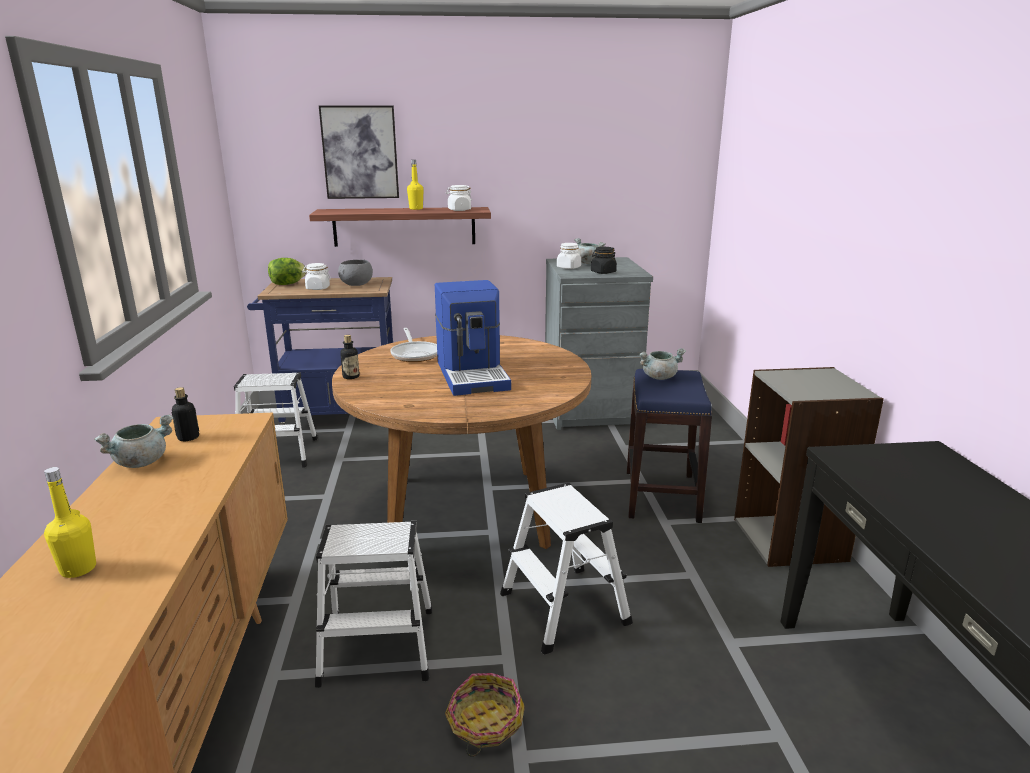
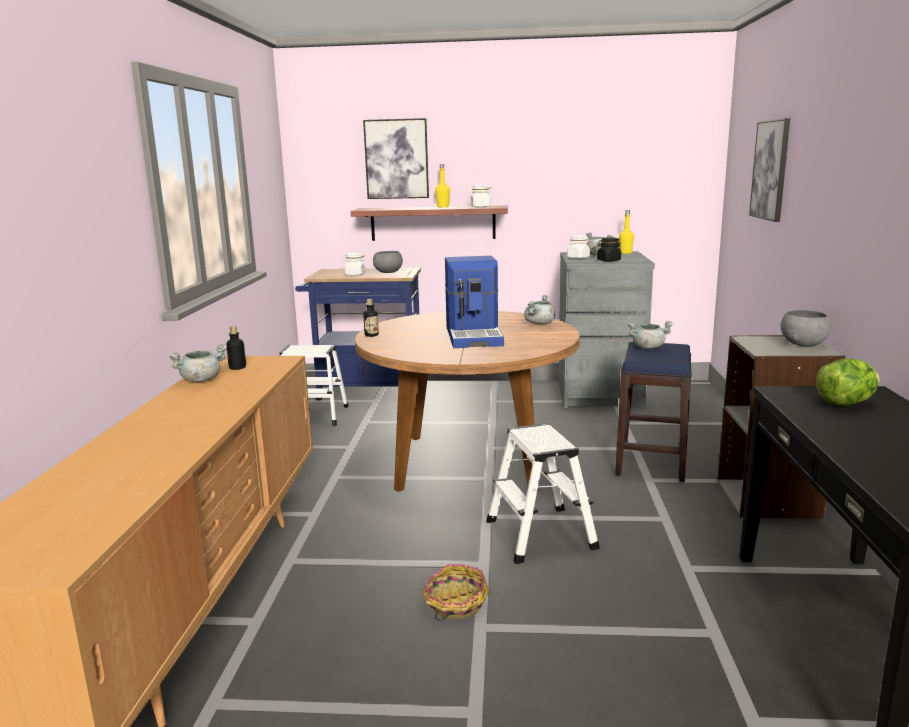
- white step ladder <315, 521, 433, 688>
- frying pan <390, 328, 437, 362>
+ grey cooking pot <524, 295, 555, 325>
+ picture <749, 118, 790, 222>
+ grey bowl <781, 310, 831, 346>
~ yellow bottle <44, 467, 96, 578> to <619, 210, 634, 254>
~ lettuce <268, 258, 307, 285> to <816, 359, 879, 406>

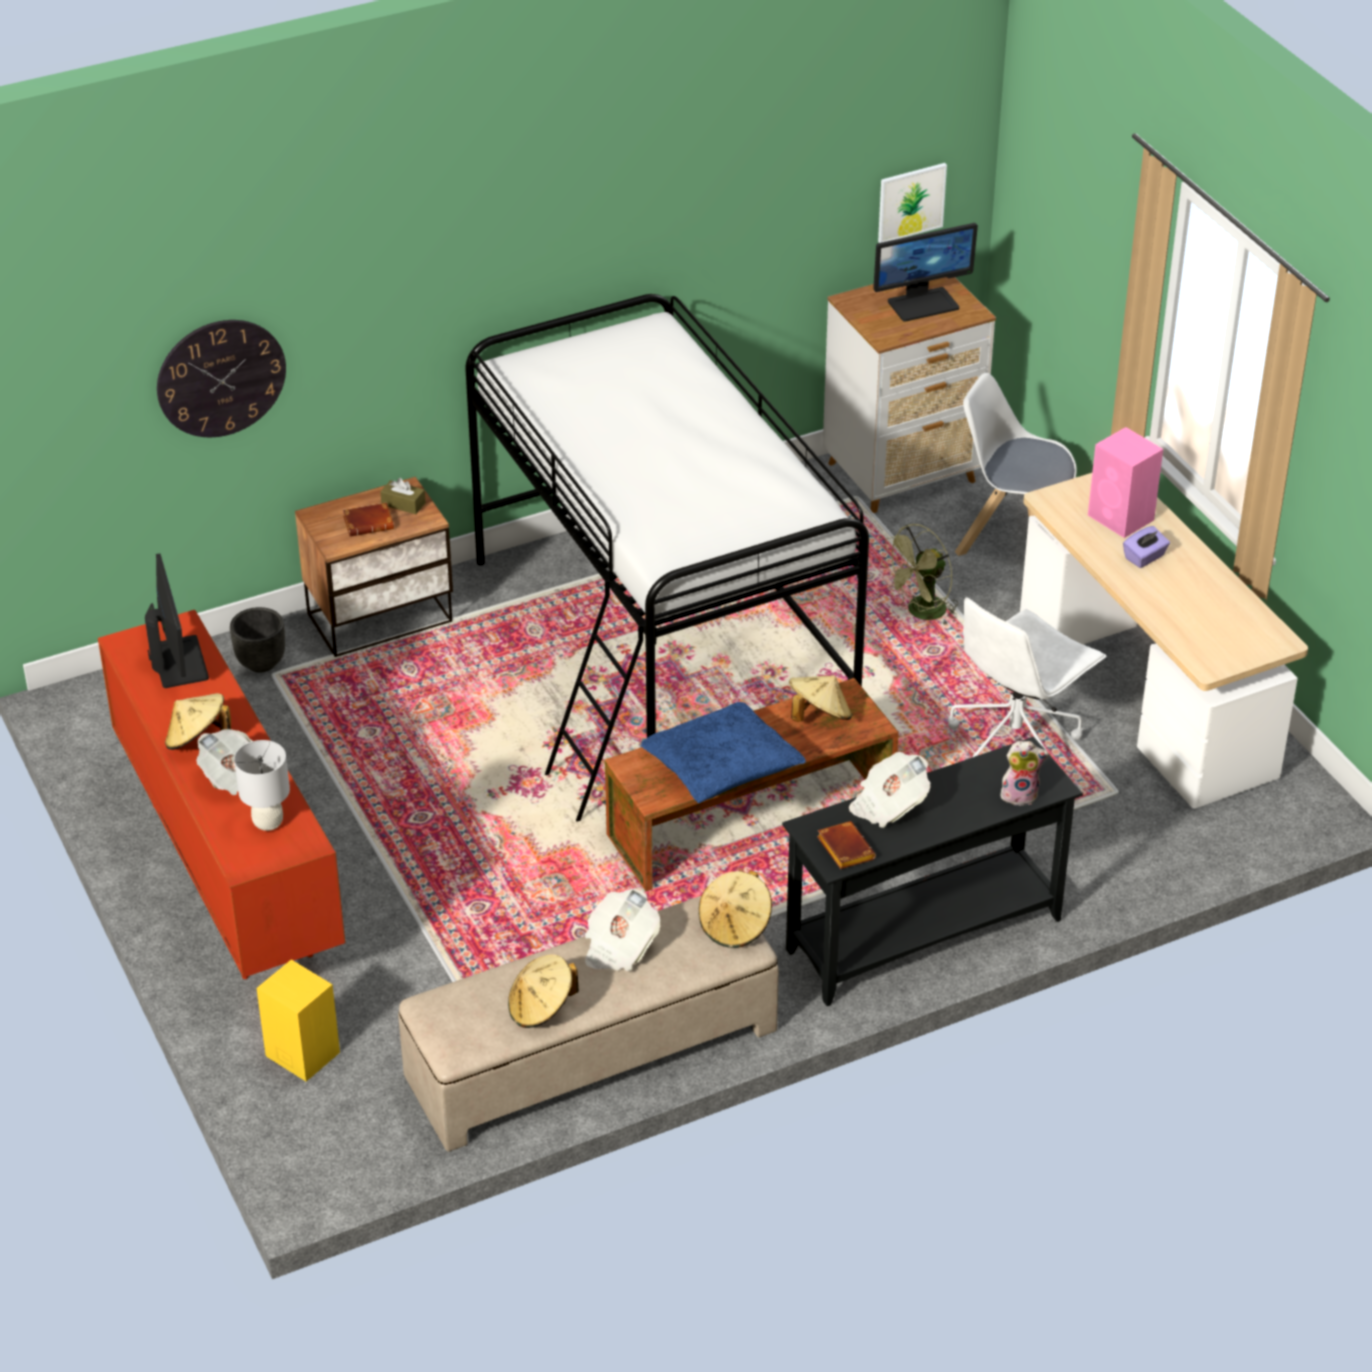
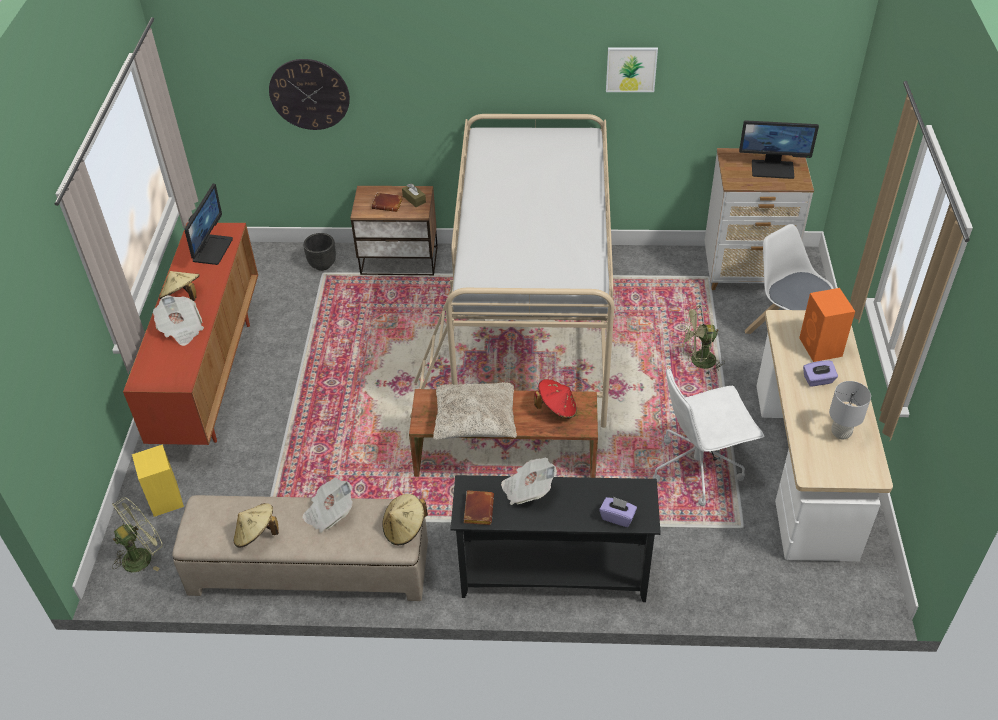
+ green fan <112, 497, 163, 572>
~ grey table lamp <234, 740, 290, 831> to <829, 381, 871, 439>
~ picture <878, 163, 947, 243> to <606, 47, 658, 92>
~ plush toy <1000, 741, 1049, 806> to purple tissue box <599, 497, 637, 527>
~ black bed <465, 294, 869, 821> to beige bed <410, 114, 615, 428>
~ blue pillow <641, 702, 806, 803> to beige pillow <433, 382, 517, 440>
~ beige hat <789, 676, 852, 722> to red hat <534, 379, 577, 419>
~ pink speaker <1088, 427, 1163, 538> to orange speaker <799, 288, 855, 362>

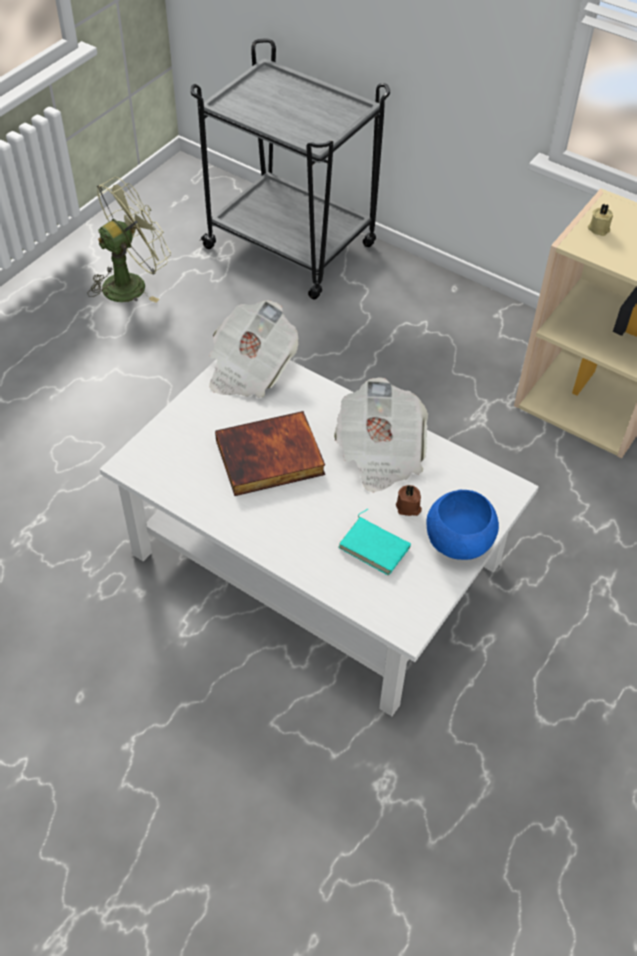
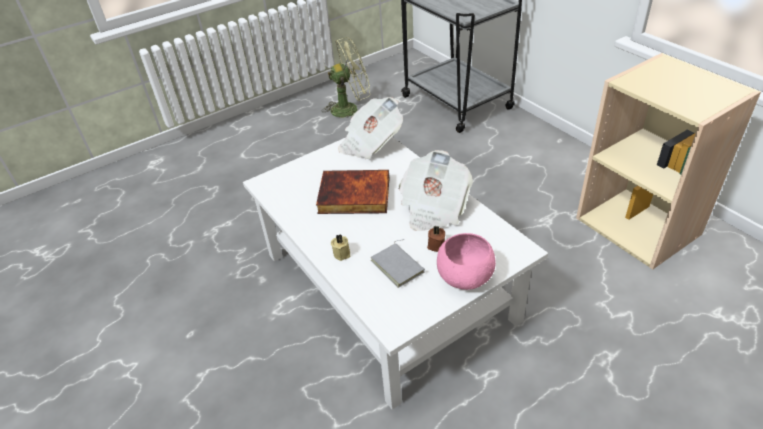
~ beige candle <588, 204, 613, 236> to <331, 234, 350, 261>
~ turquoise book <338, 509, 411, 575> to grey book <371, 239, 425, 288>
~ blue bowl <426, 489, 499, 560> to pink bowl <437, 233, 496, 290>

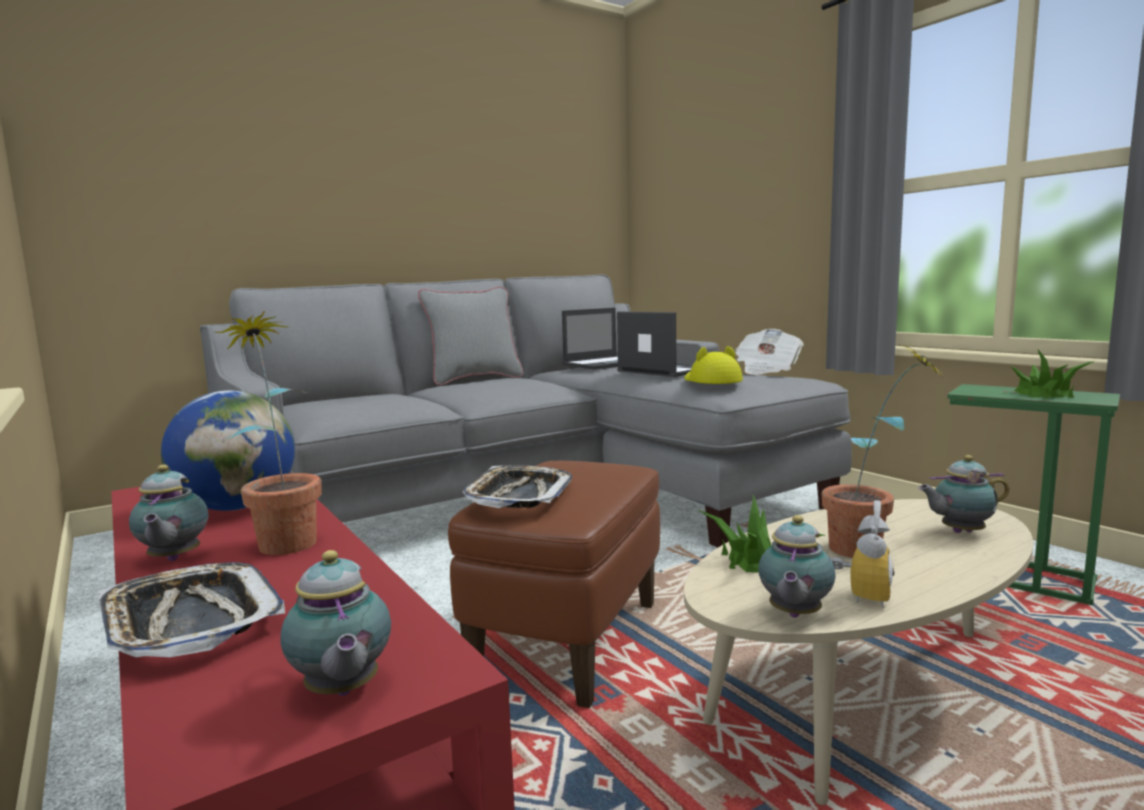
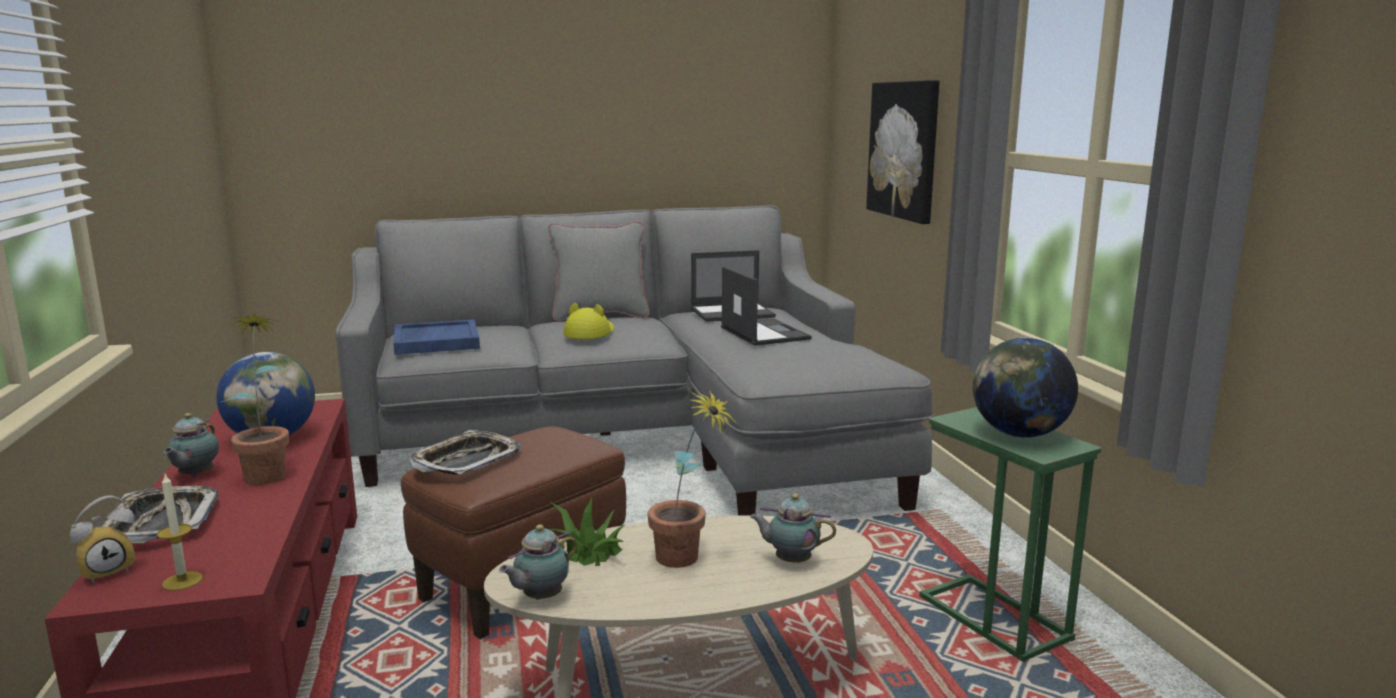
- newspaper <735, 329, 804, 375>
+ blue tray <393, 319, 480, 355>
+ picture <866, 80, 940, 224>
~ yellow hat <684, 346, 743, 384> to <563, 303, 614, 339>
~ alarm clock <830, 500, 894, 608> to <70, 496, 136, 584>
~ teapot <280, 550, 391, 696> to candle <157, 474, 203, 591>
~ potted plant <1010, 350, 1095, 399> to globe <973, 337, 1078, 438>

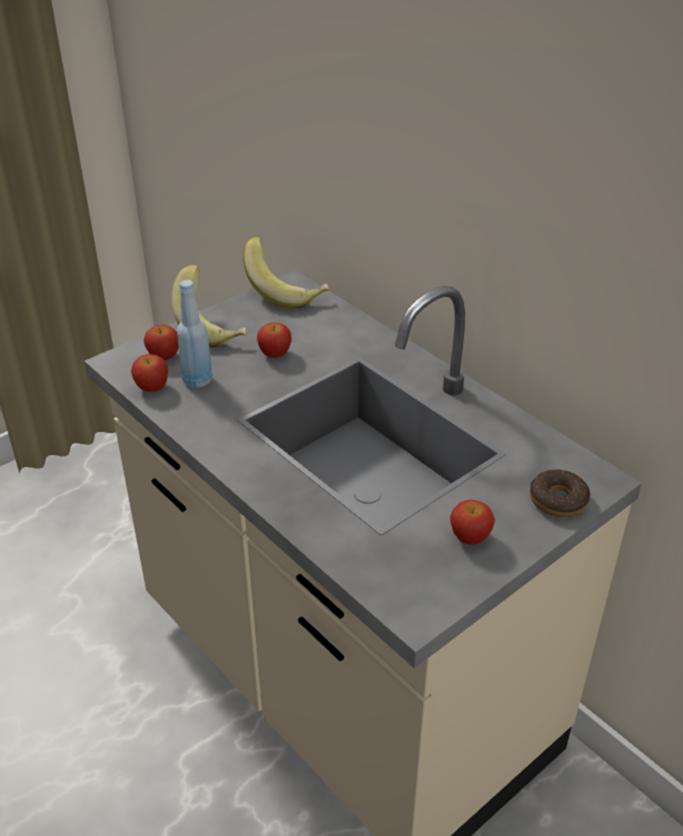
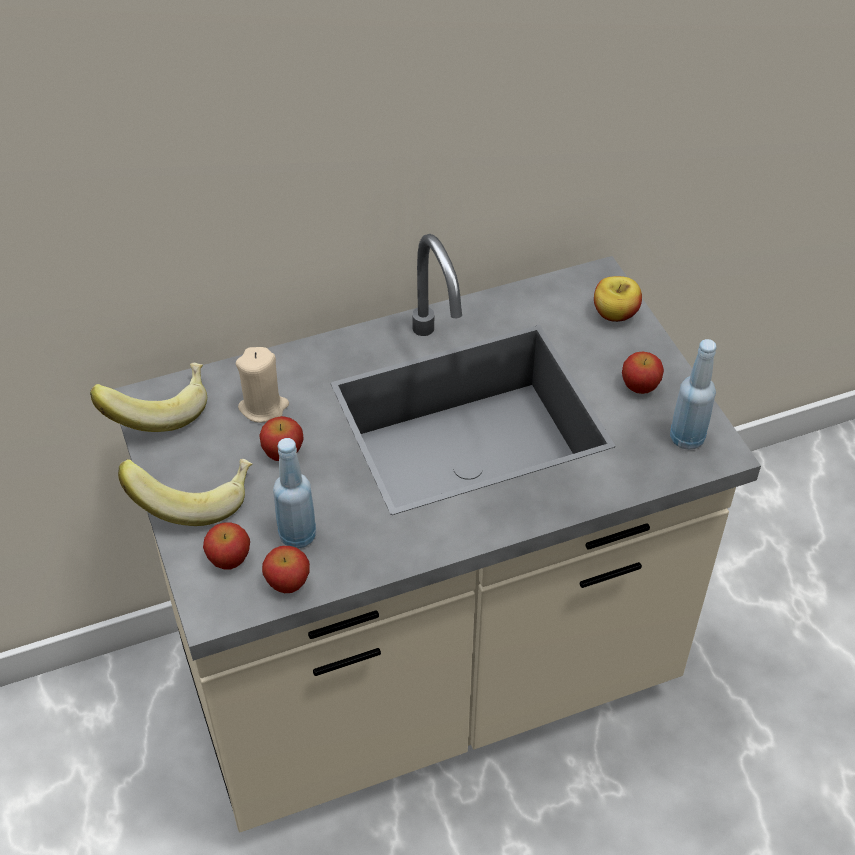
+ beige candle <236, 347, 289, 423>
+ blue bottle <670, 339, 717, 450>
~ donut <530, 470, 590, 517> to apple <594, 276, 642, 322>

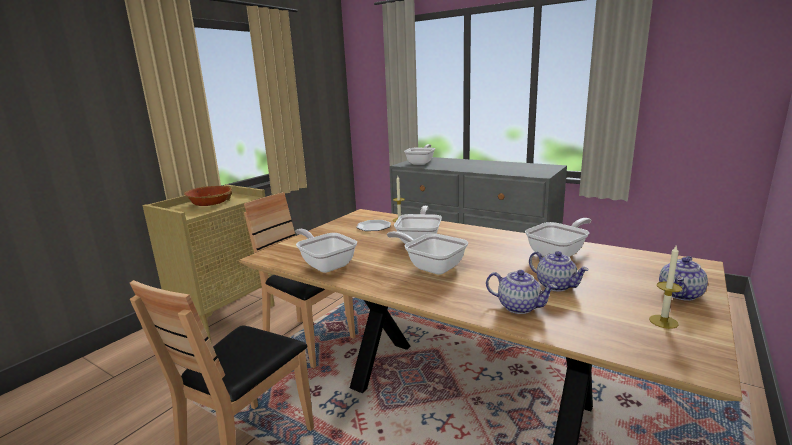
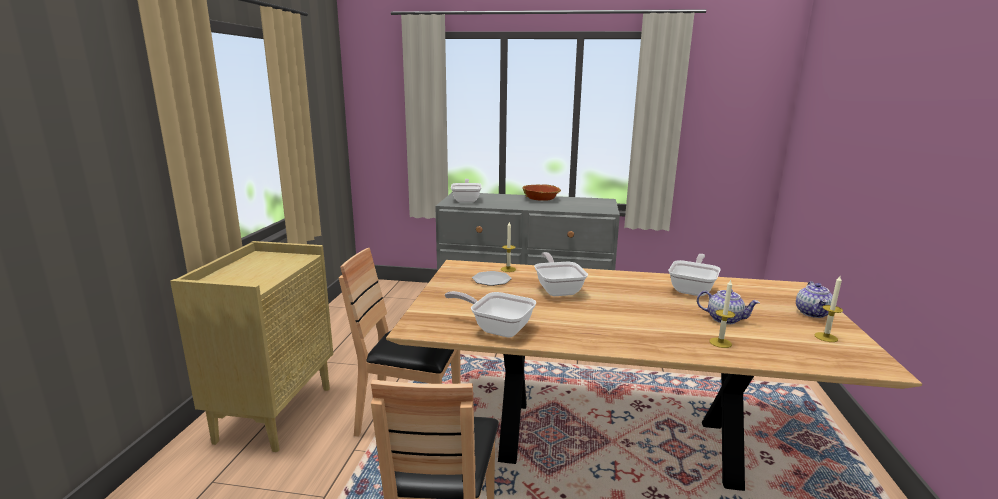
- frying pan <387, 231, 468, 275>
~ bowl <184, 186, 232, 206> to <522, 184, 561, 201>
~ teapot <486, 270, 557, 314> to candle <710, 280, 735, 348>

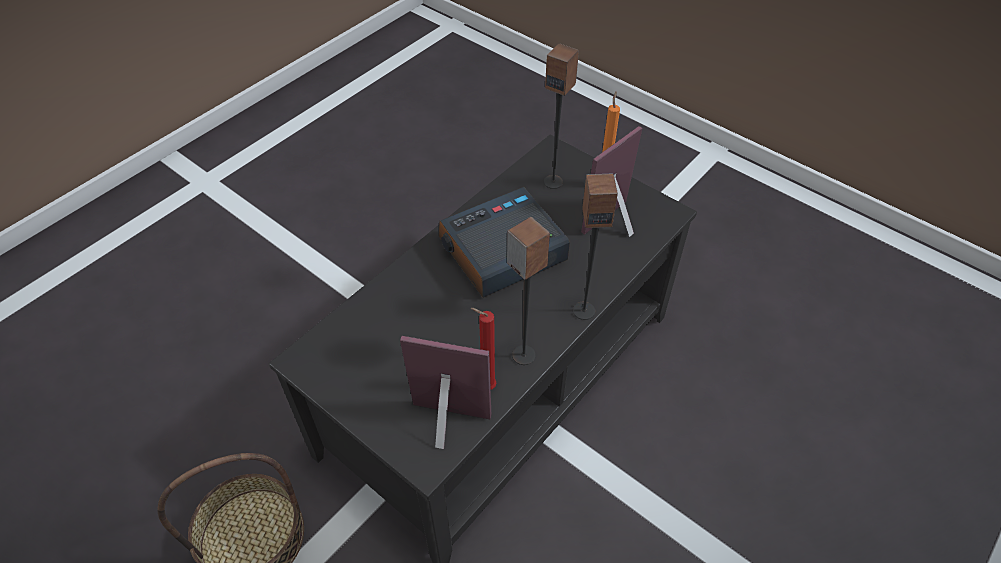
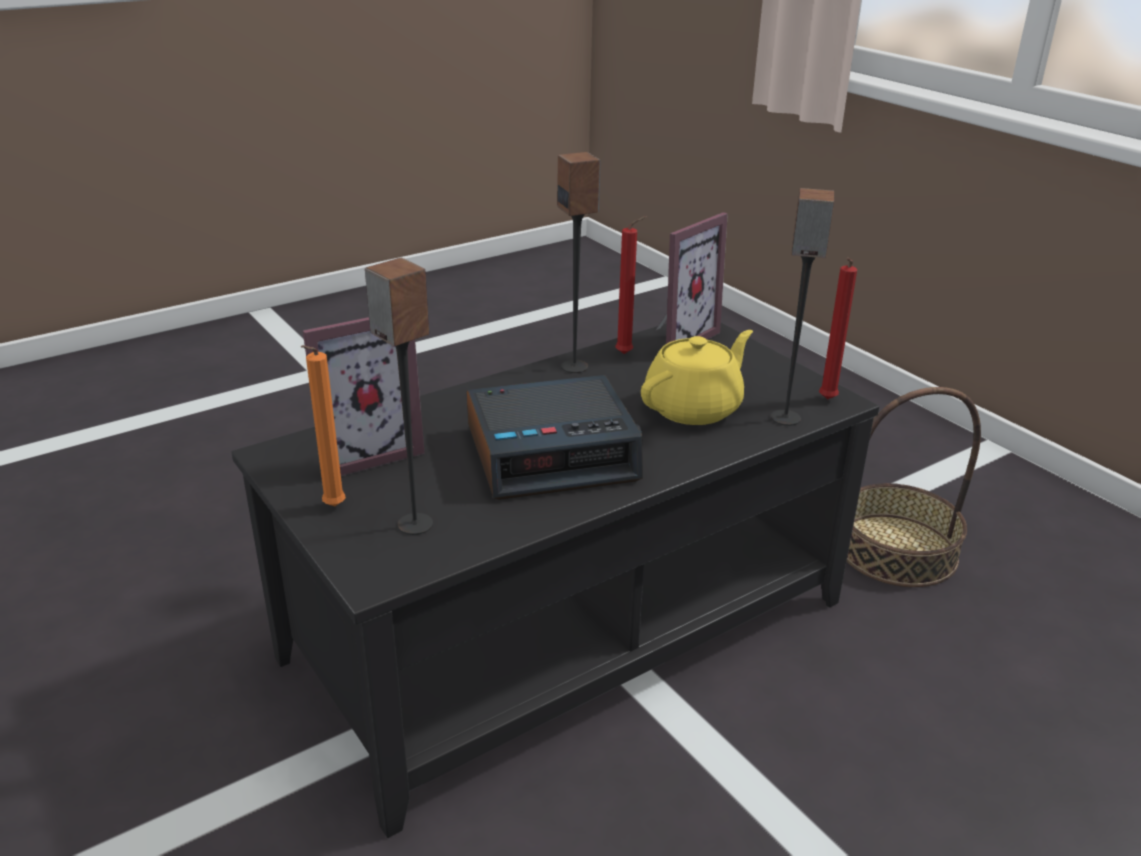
+ yellow teapot <641, 330, 753, 425>
+ red candle <819, 258, 857, 399>
~ speaker <573, 173, 618, 320> to <771, 188, 834, 426>
~ picture frame <400, 336, 491, 449> = <655, 212, 728, 344> 75 degrees counterclockwise

